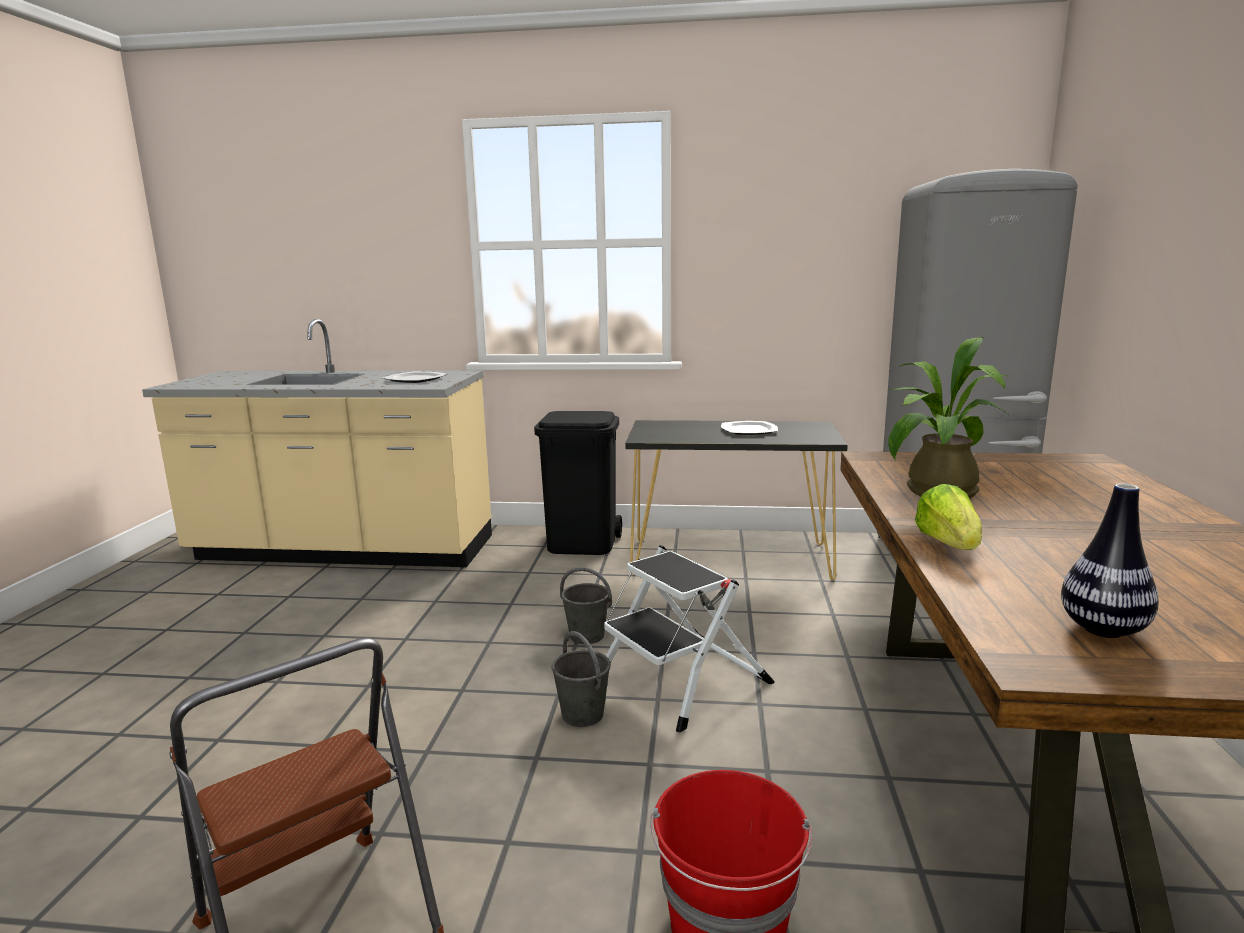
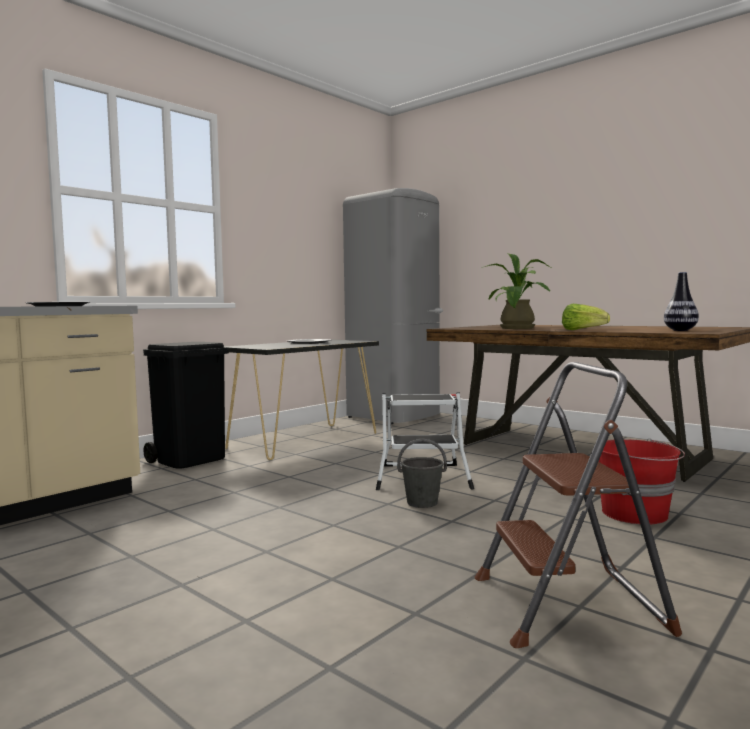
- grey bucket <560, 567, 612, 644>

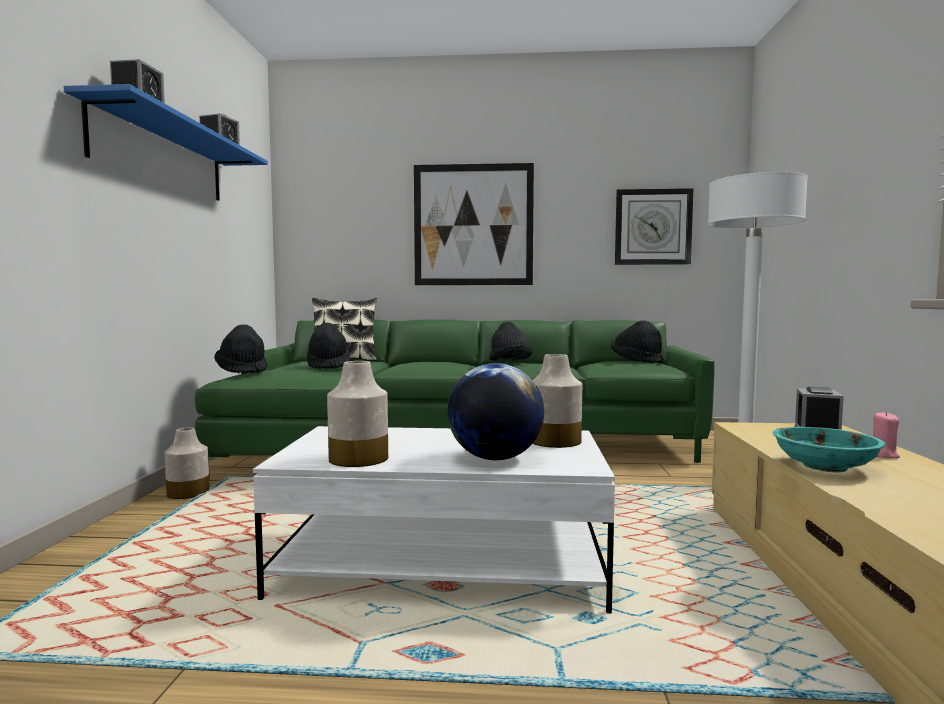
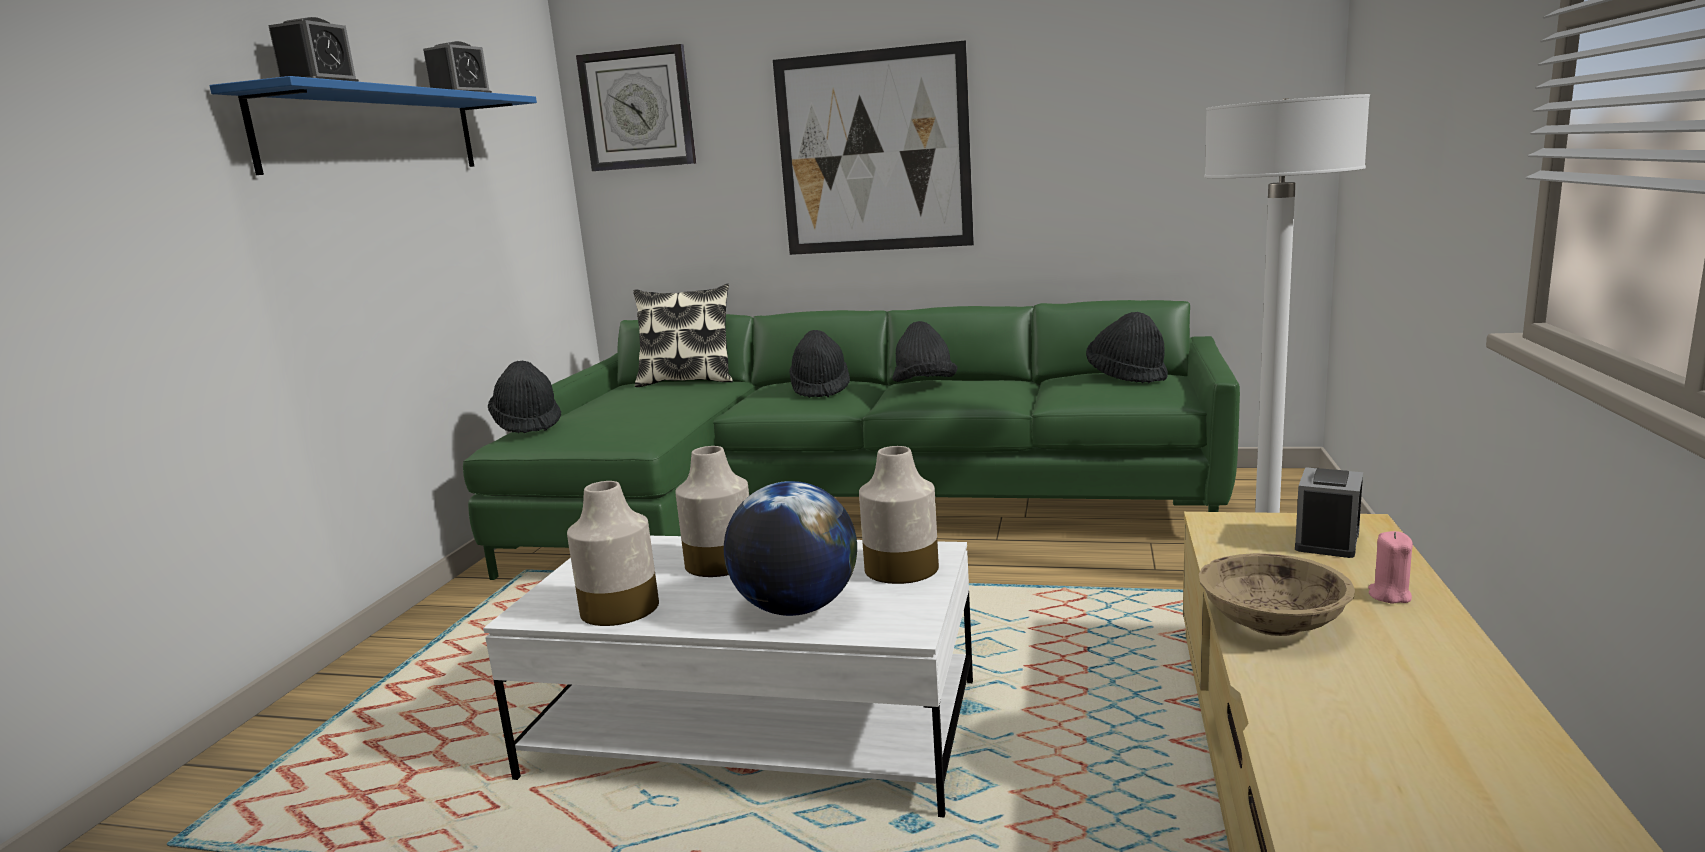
~ beige vase <164, 427, 210, 499> to <675, 446, 749, 577>
~ black hat <307, 323, 350, 369> to <789, 330, 850, 398>
~ wall clock <615, 188, 693, 265> to <576, 44, 696, 171>
~ turquoise bowl <773, 427, 885, 472> to beige bowl <1199, 553, 1355, 636>

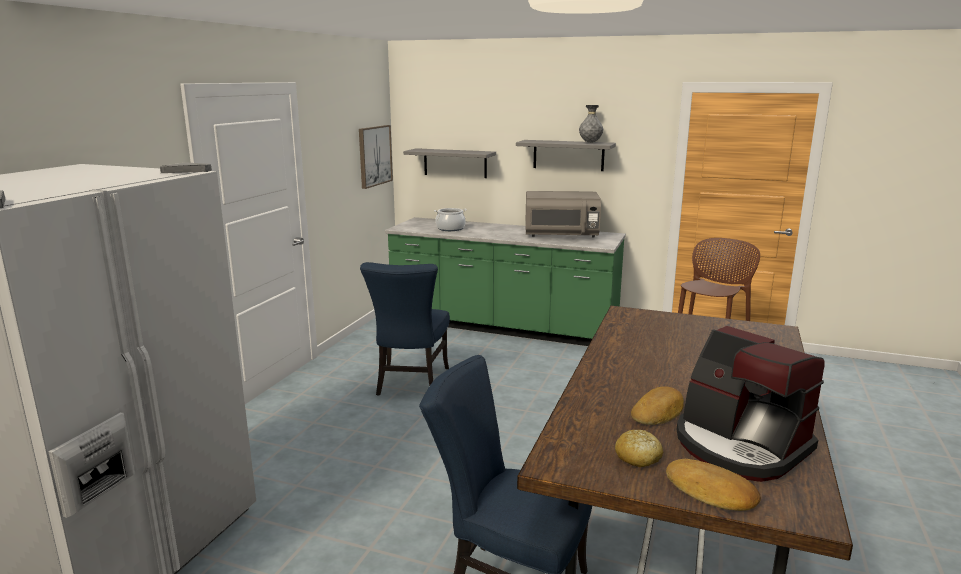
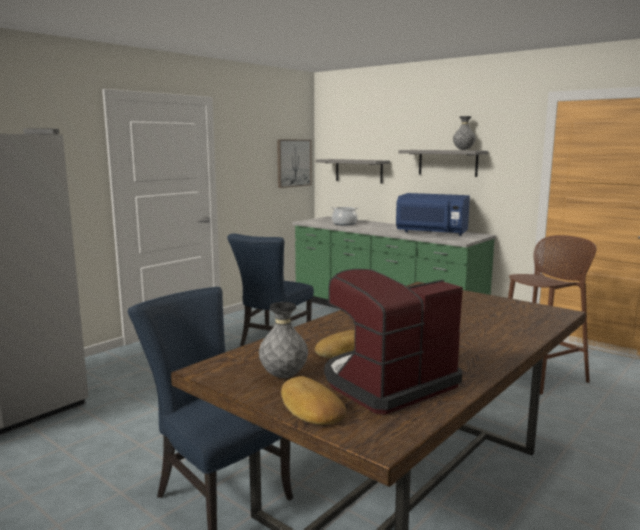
~ bread <615, 430, 664, 467> to grey vase <259, 302, 308, 378>
~ grey microwave <525, 191, 601, 238> to blue microwave <396, 193, 470, 236>
~ coffee machine <677, 326, 825, 482> = <324, 269, 463, 414> 75 degrees clockwise

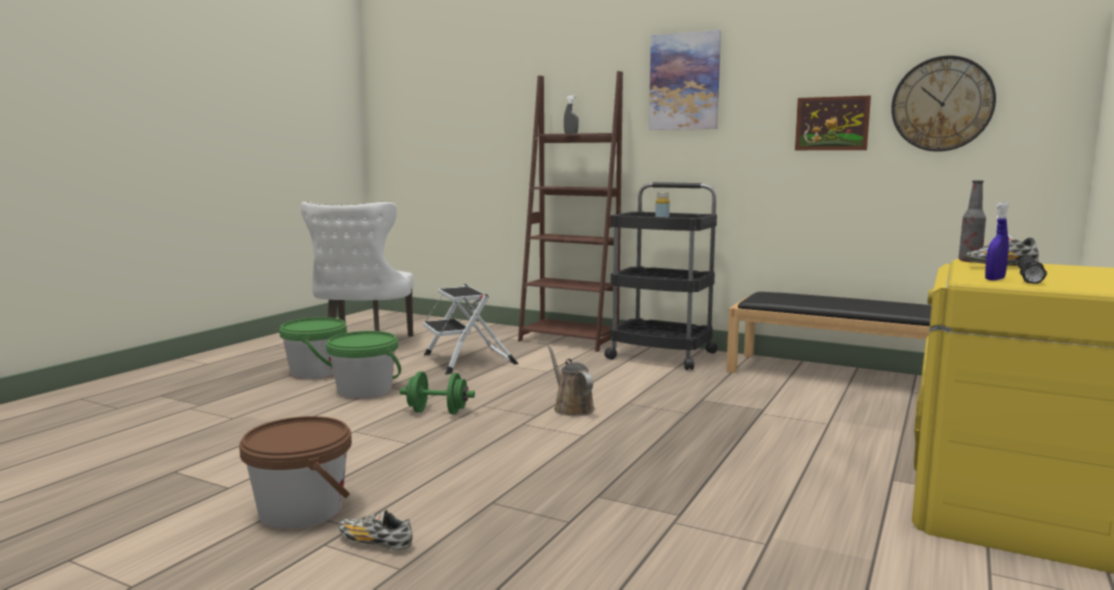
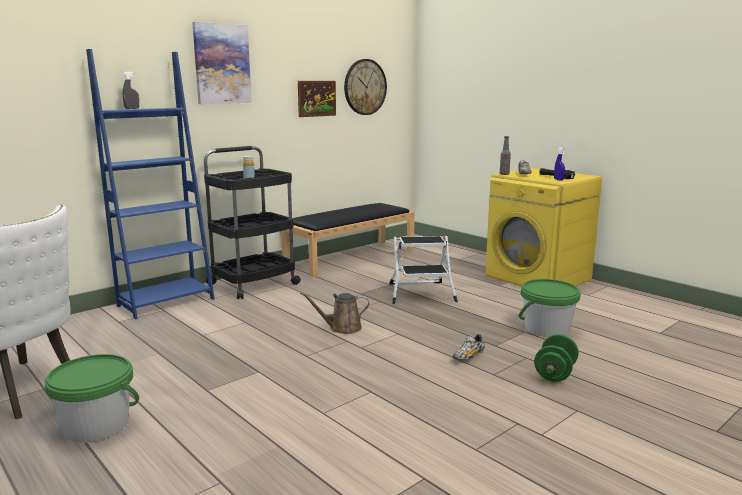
- brown bucket <239, 416, 352, 529>
~ green bucket <326, 331, 401, 399> to <519, 279, 581, 337>
~ shoe <338, 510, 413, 551> to <453, 334, 485, 360>
~ green dumbbell <400, 372, 475, 414> to <534, 334, 579, 382>
~ step ladder <423, 284, 519, 374> to <389, 235, 458, 304>
~ brown bookcase <518, 71, 623, 352> to blue bookcase <86, 49, 215, 319>

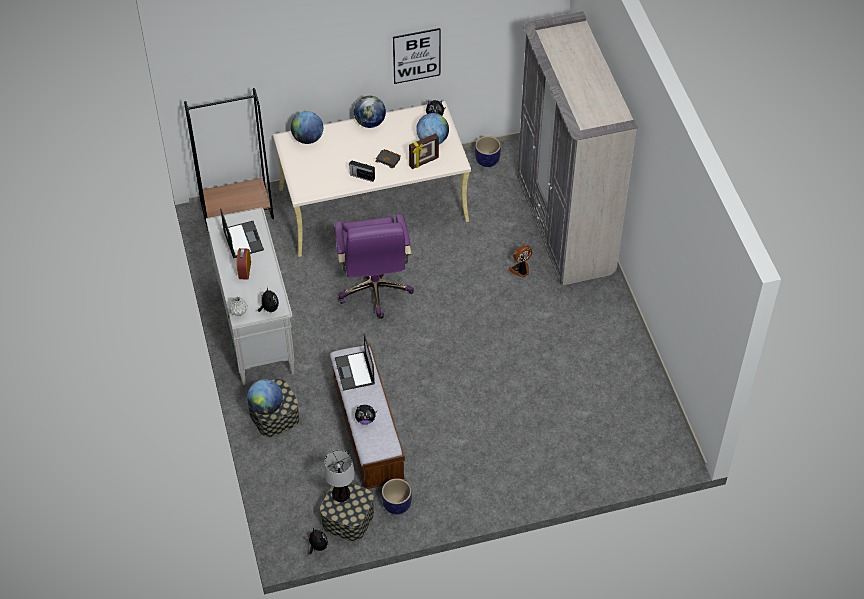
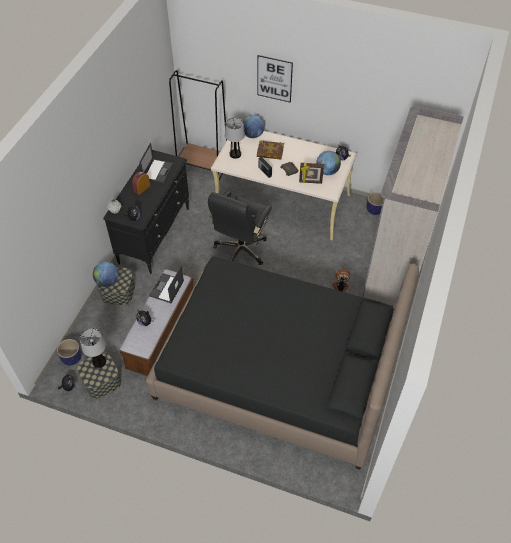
- globe <354, 96, 386, 128>
+ black bed <146, 257, 419, 470>
+ table lamp <225, 118, 245, 159>
+ book <257, 141, 284, 159>
~ planter <382, 478, 412, 514> to <57, 339, 82, 365>
~ picture <393, 28, 441, 84> to <257, 55, 293, 103>
~ white dresser <206, 207, 295, 385> to black dresser <103, 150, 189, 274>
~ purple office chair <335, 214, 414, 319> to black office chair <208, 191, 272, 265>

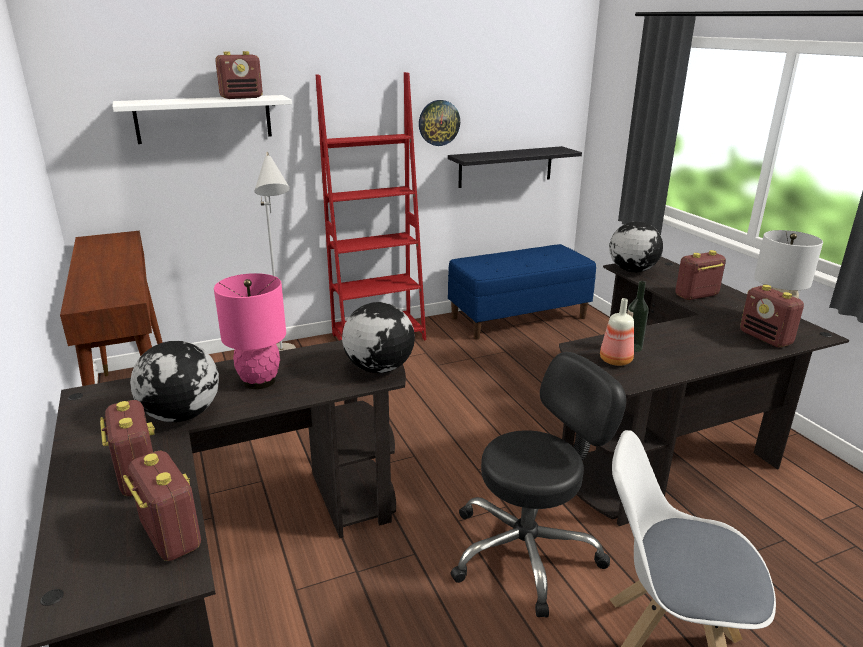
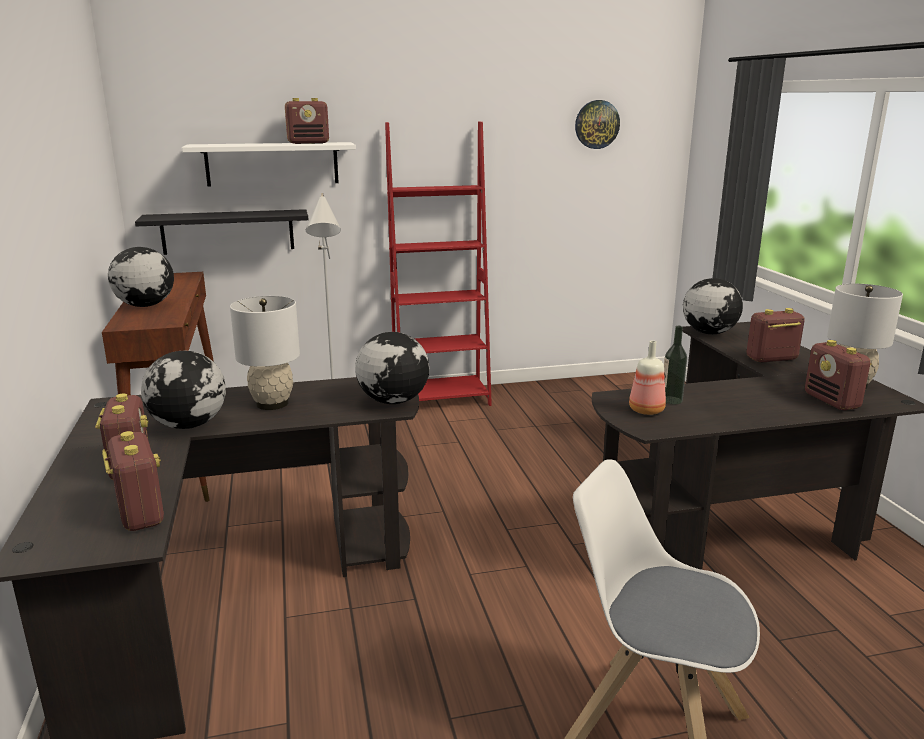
- blue bench <448, 244, 596, 340>
- black office chair <450, 352, 626, 618>
+ globe <108, 247, 174, 307>
~ wall clock <419, 100, 460, 146> to <575, 100, 620, 149>
~ black shelf <448, 146, 582, 188> to <135, 209, 308, 255>
~ pink table lamp <214, 273, 286, 389> to white table lamp <230, 296, 300, 410>

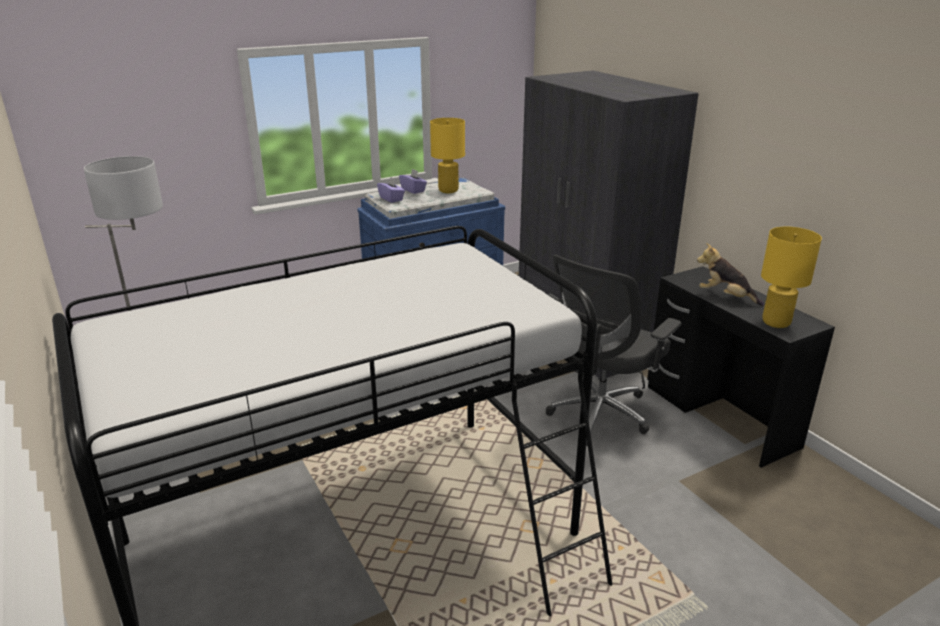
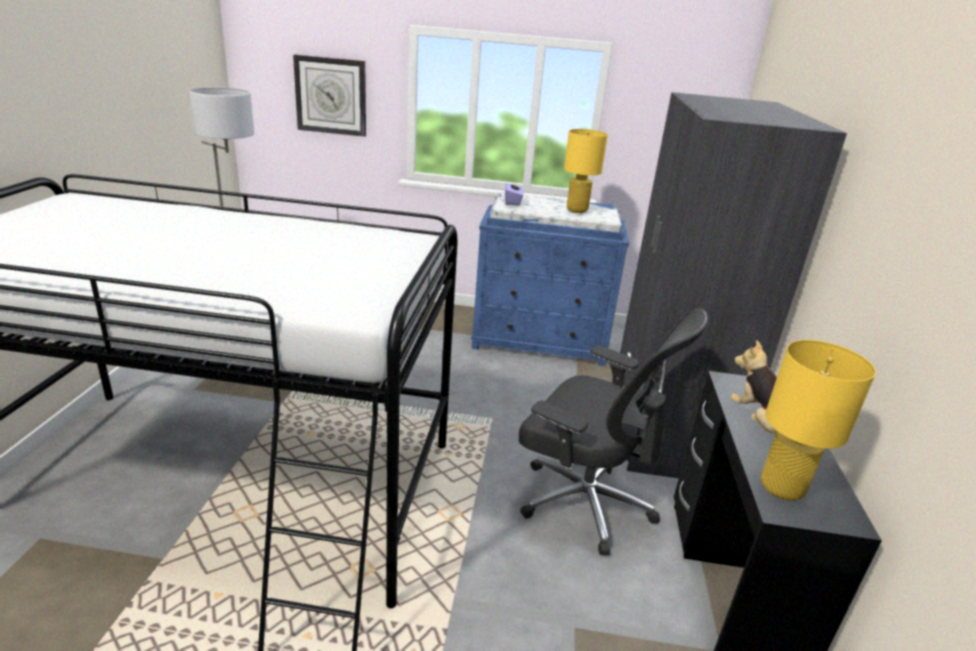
- purple tissue box <399, 169, 427, 194>
+ wall clock <293, 55, 366, 137>
~ office chair <546, 255, 681, 446> = <519, 307, 709, 555> 135 degrees counterclockwise

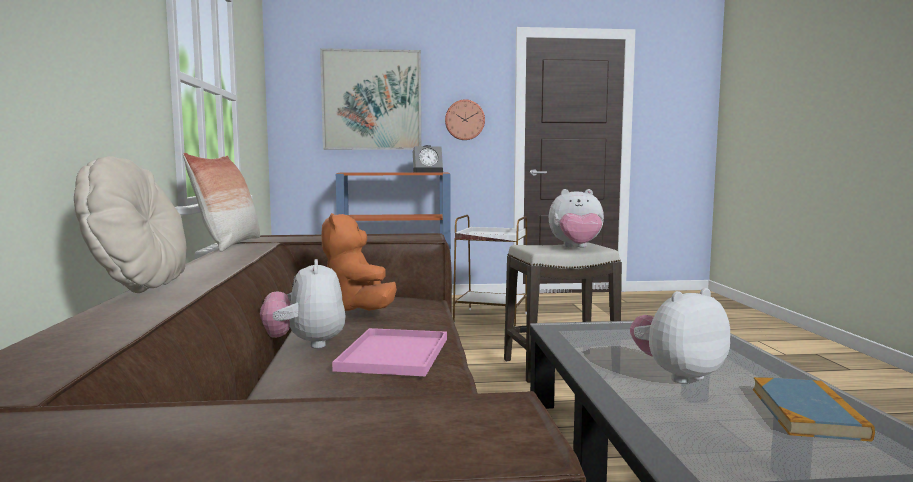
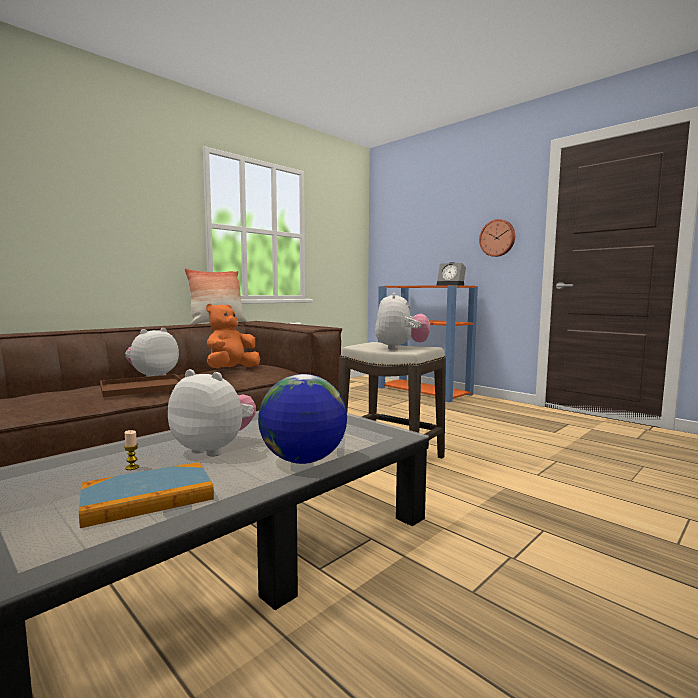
- beige pillow <74, 156, 186, 293>
- picture <320, 48, 421, 150>
- white side table <453, 215, 527, 327>
+ candle <124, 430, 139, 470>
+ globe <258, 374, 347, 464>
~ pink tray <332, 328, 447, 376> to brown tray <100, 374, 182, 397>
~ plush toy <549, 189, 604, 247> = <375, 293, 430, 350> 135 degrees counterclockwise

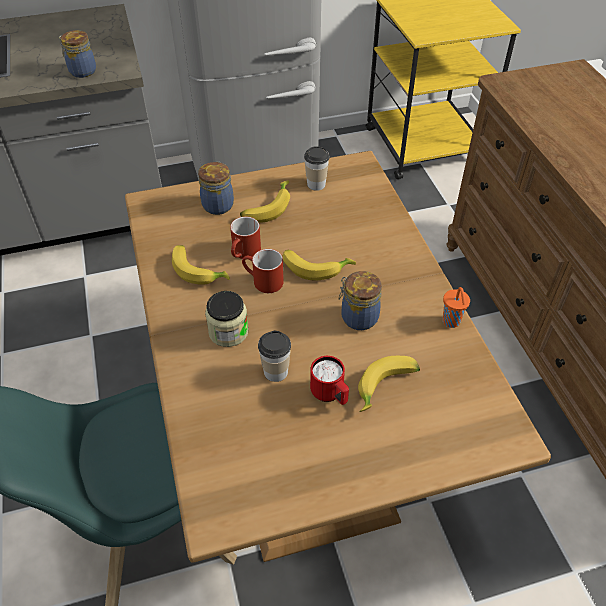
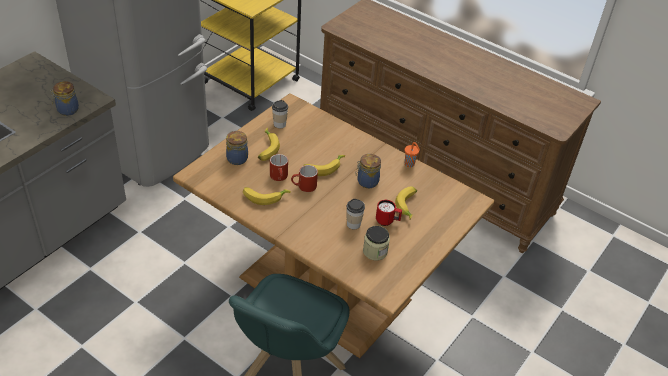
~ jar <205, 291, 249, 347> to <363, 226, 390, 261>

